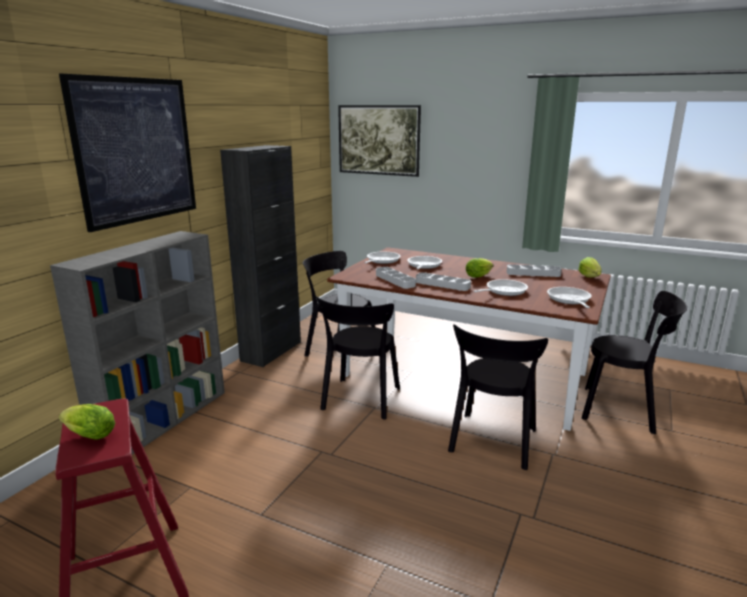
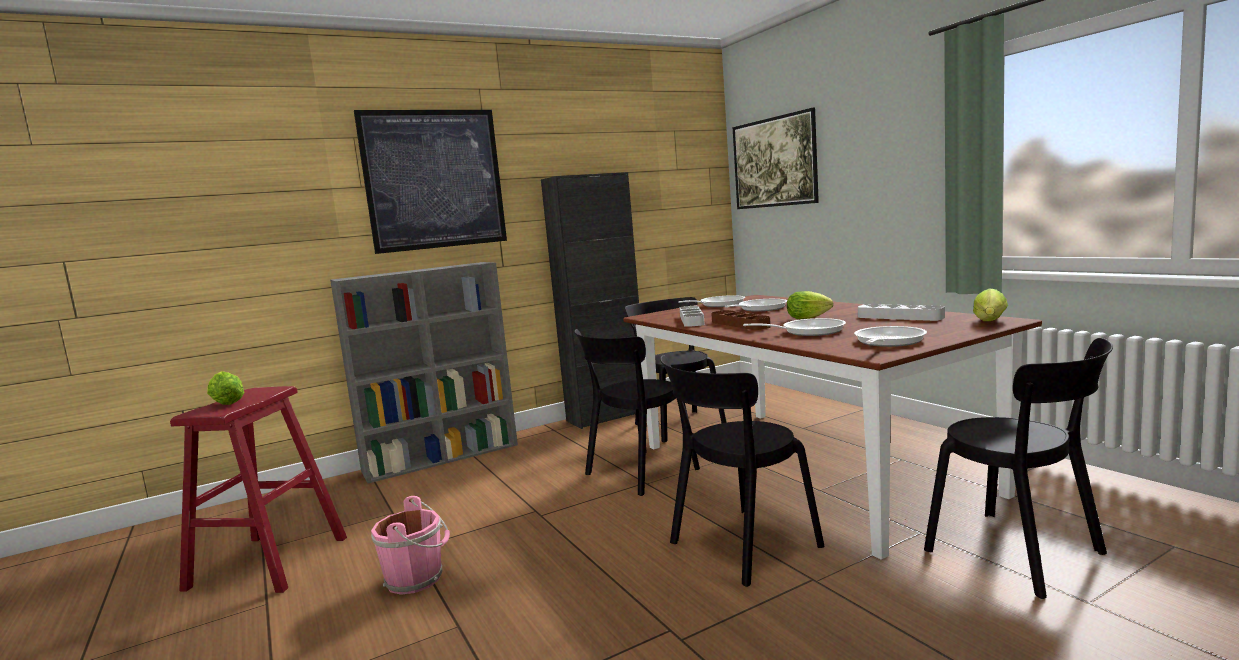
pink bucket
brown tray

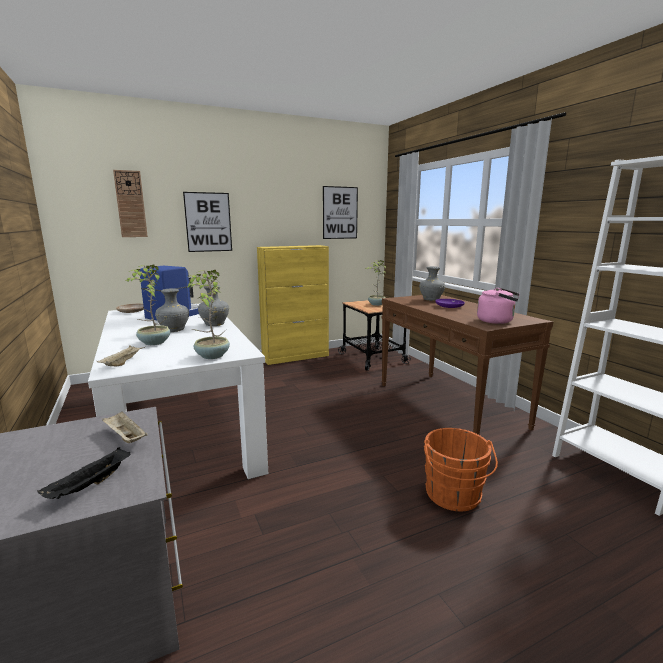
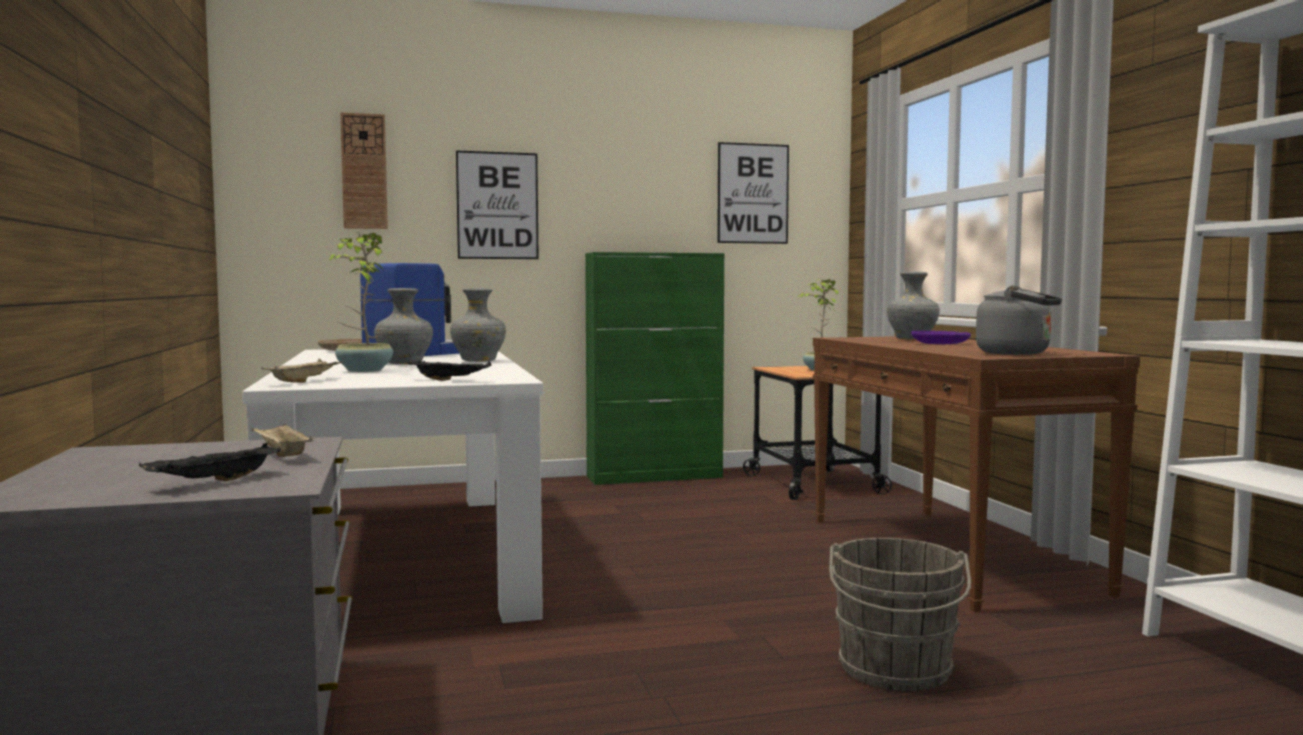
black tray (no. 2 from left)
green cabinet
grey bucket
grey kettle

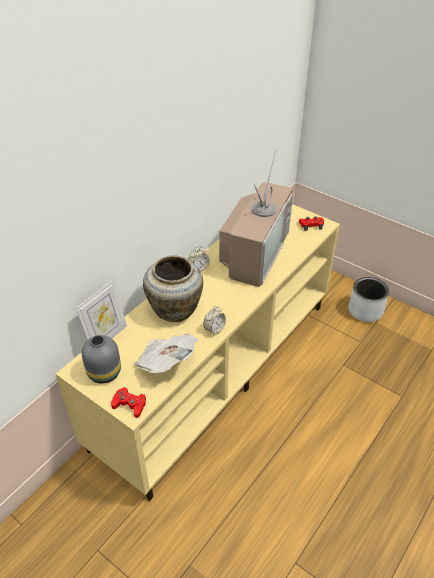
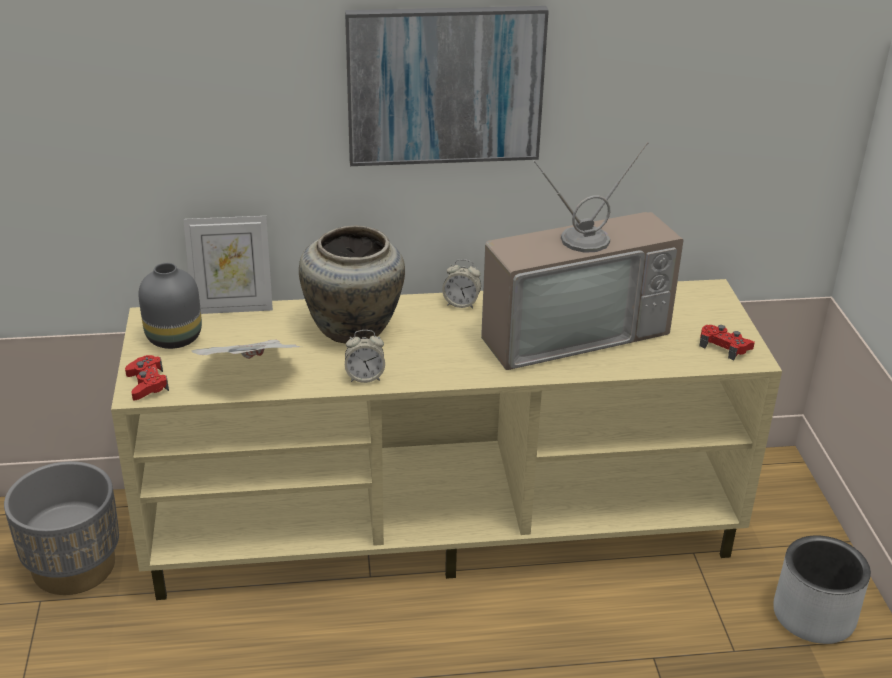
grey planter (no. 1 from left)
picture

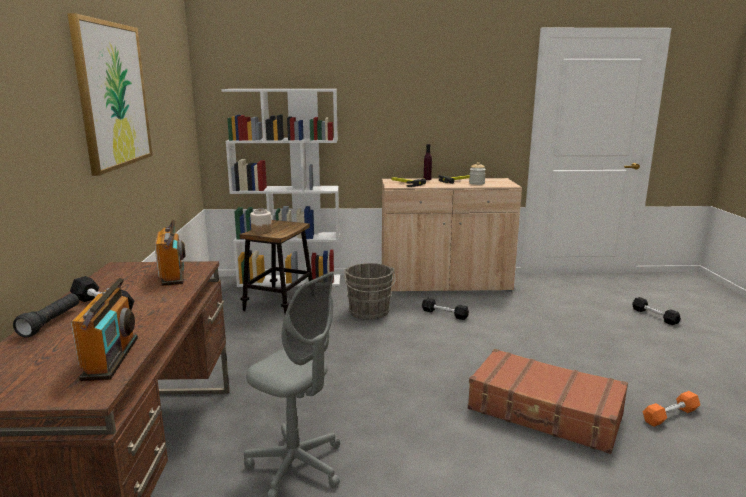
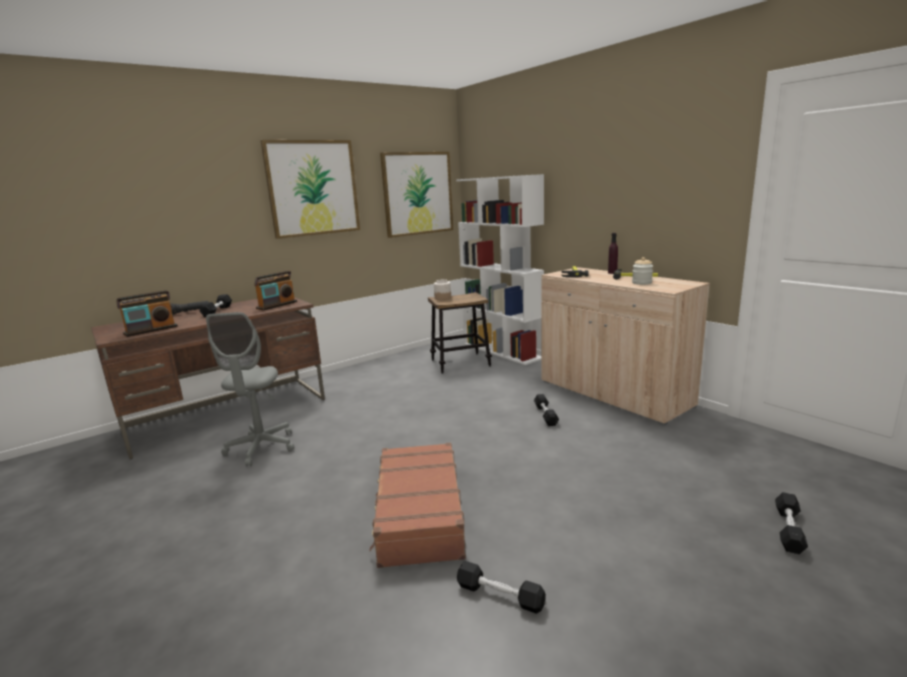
grey bucket
picture (no. 2 from left)
black dumbbell (no. 2 from left)

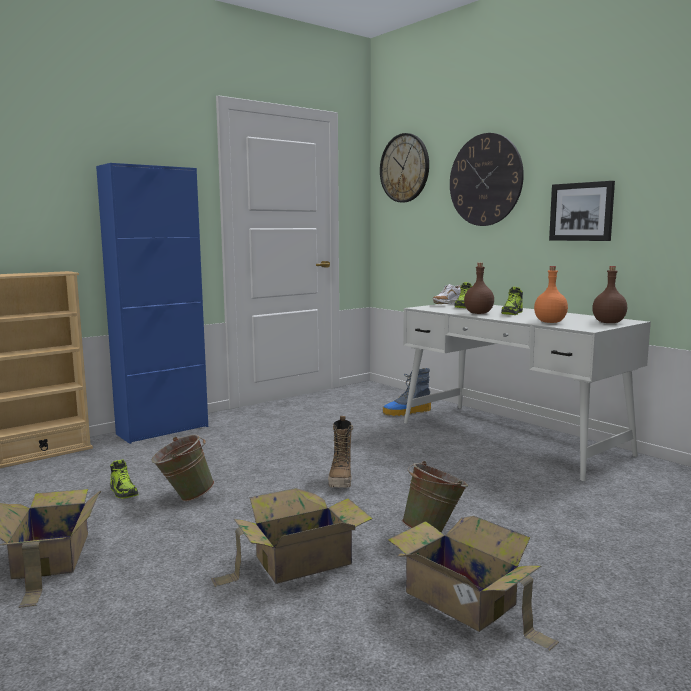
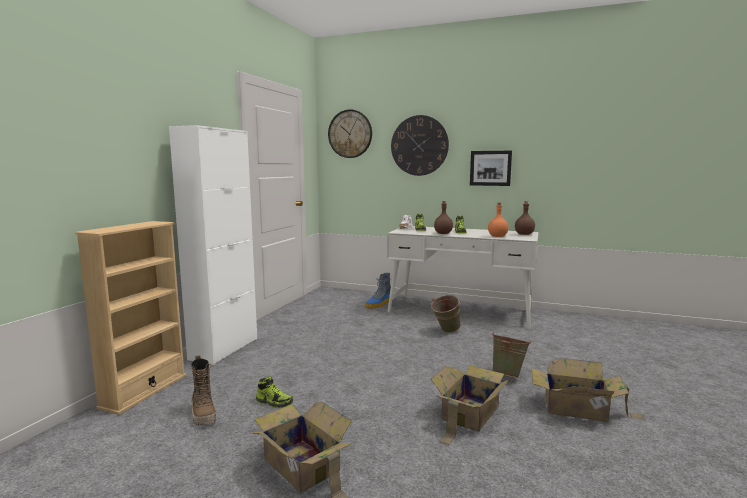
green bucket (no. 1 from left)
boot (no. 1 from left)
white cabinet

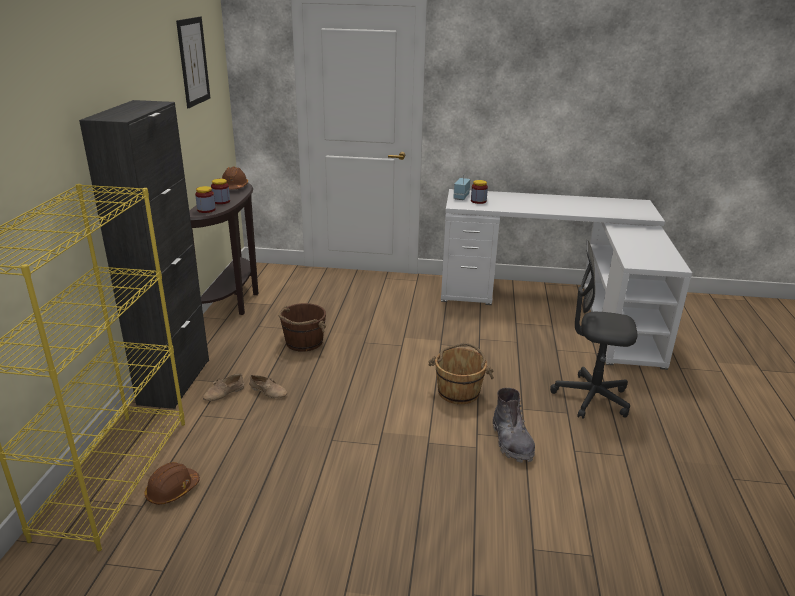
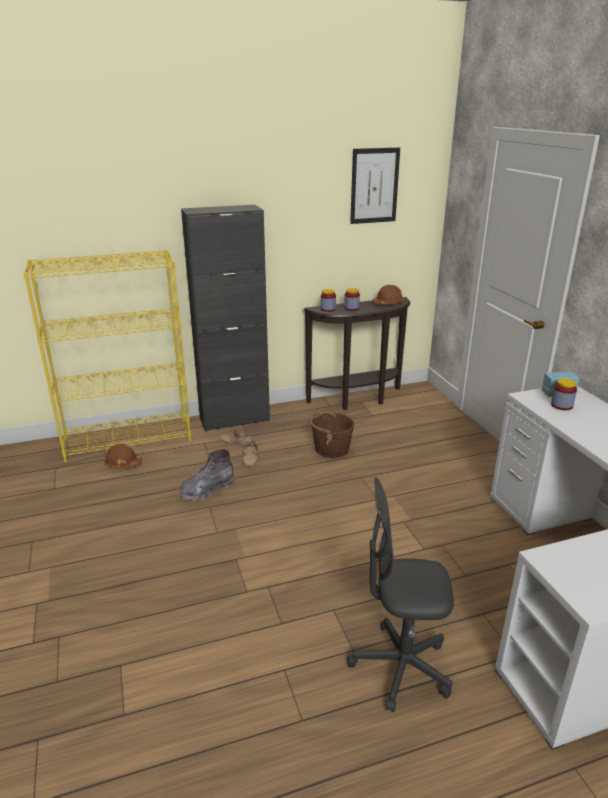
brown bucket (no. 2 from left in the first image)
grey boot
grey office chair

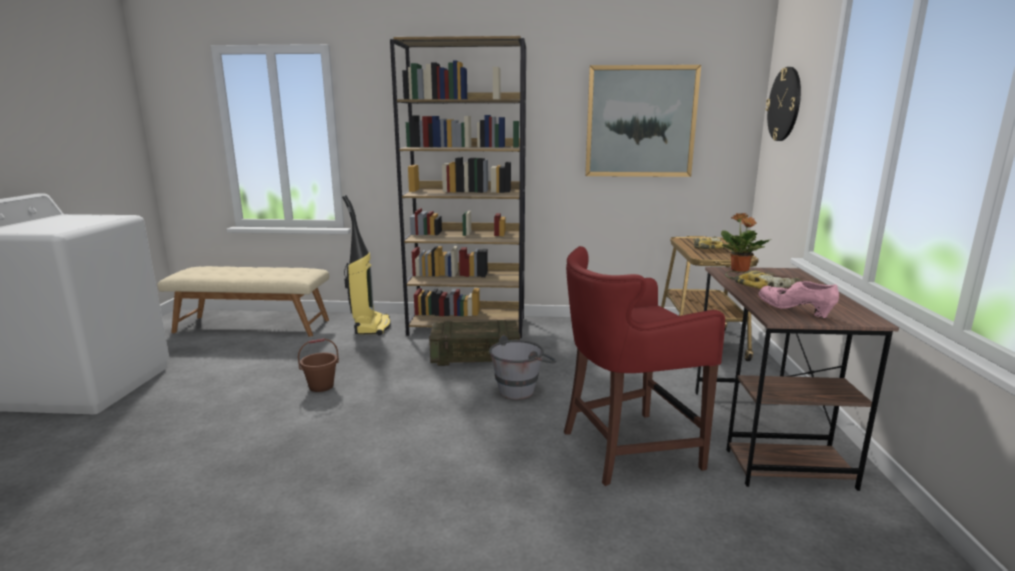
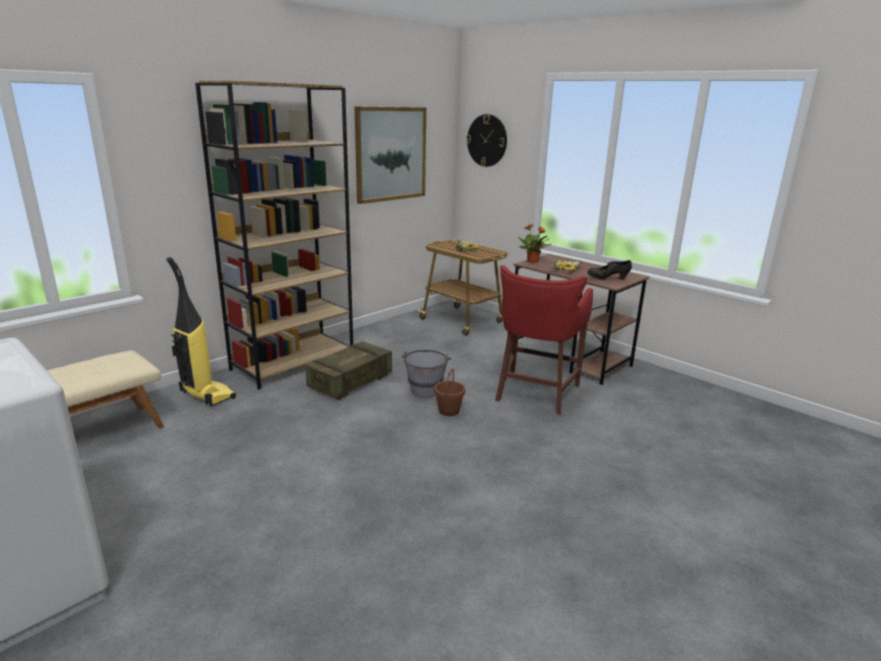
brown bucket
black shoe

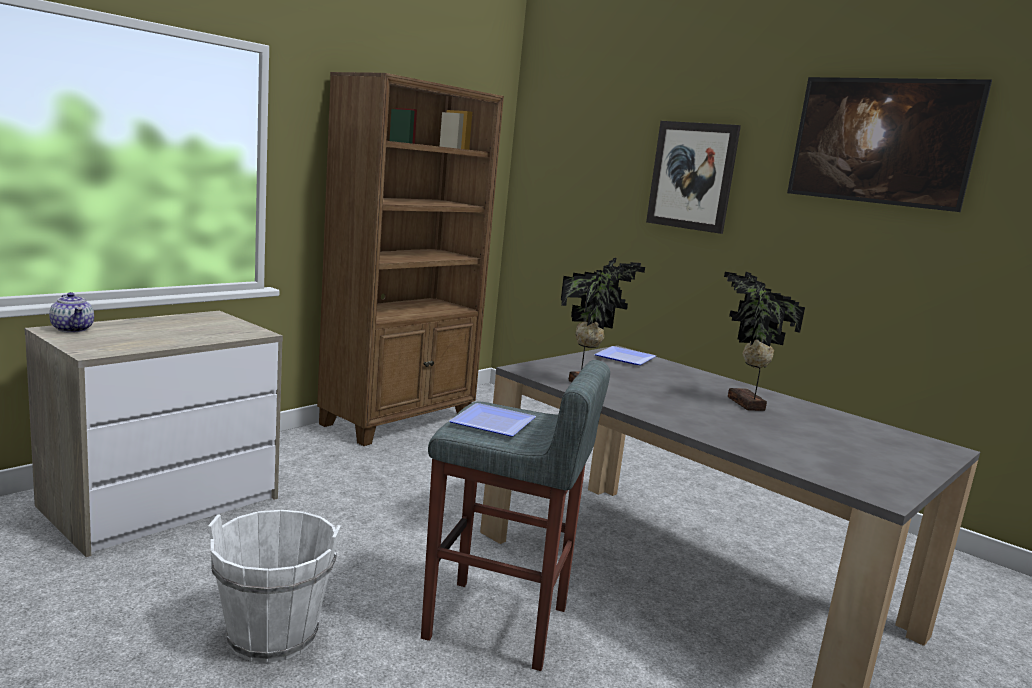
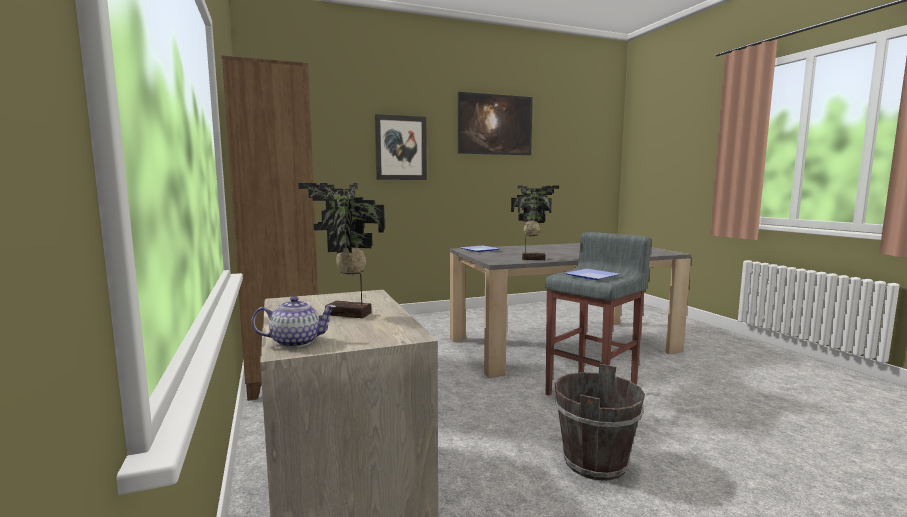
potted plant (no. 1 from left)
brown bucket

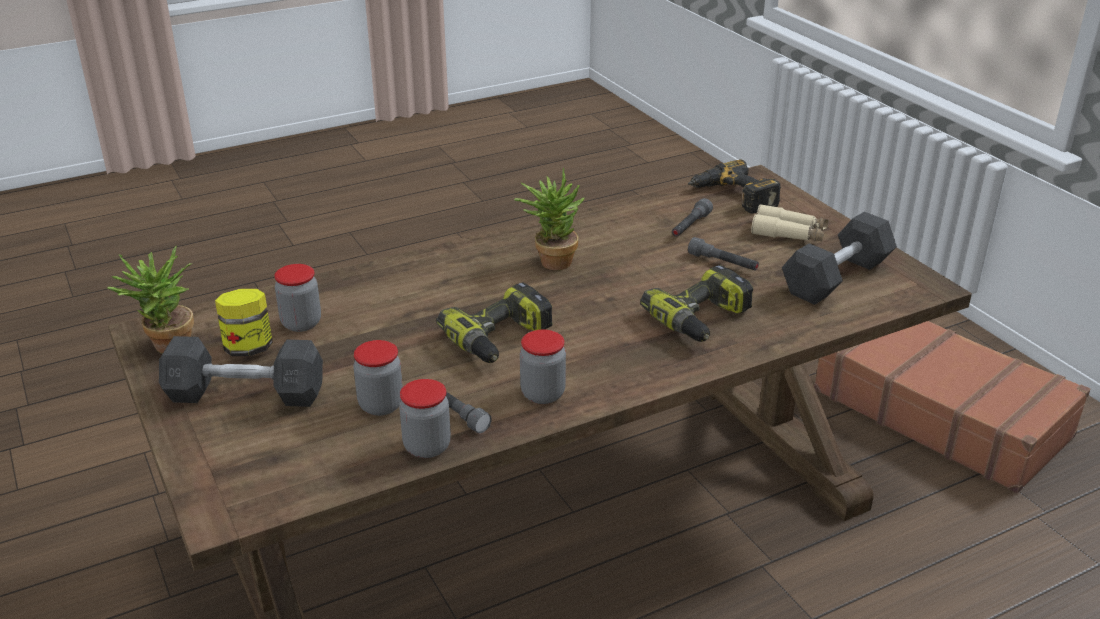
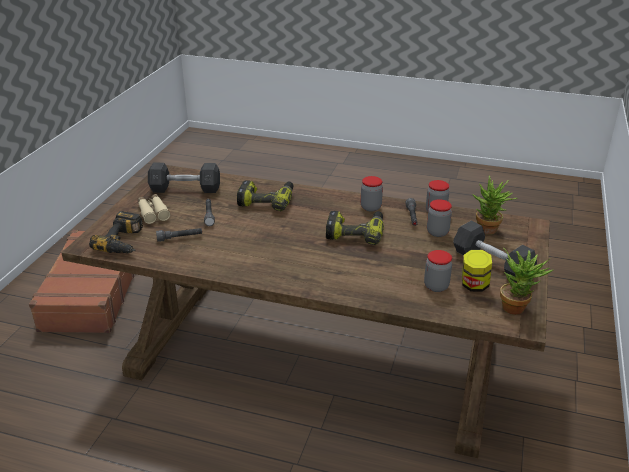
potted plant (no. 1 from left)

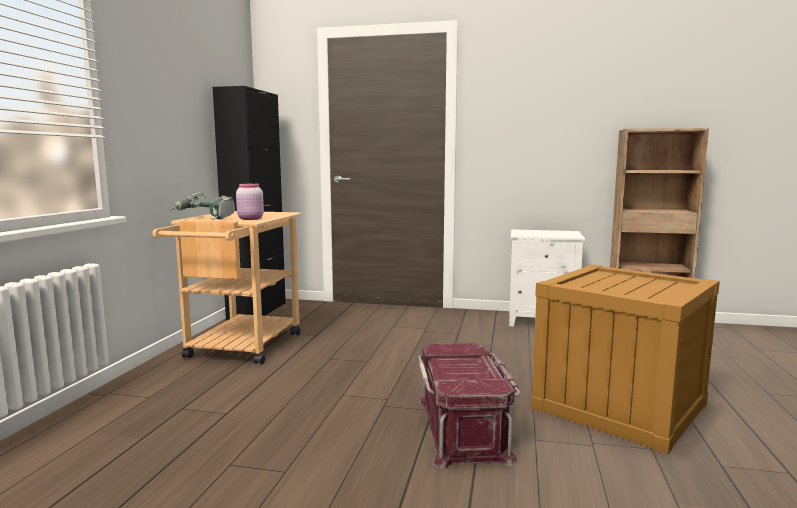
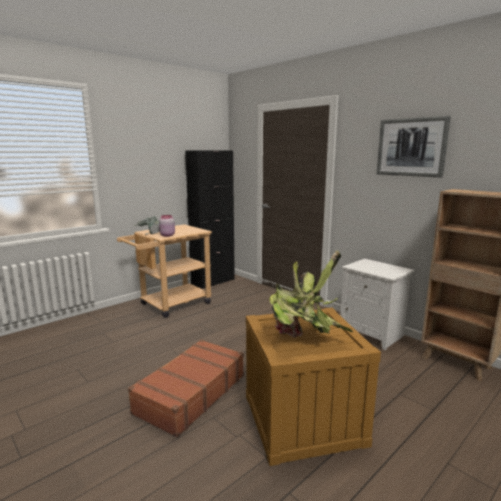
potted plant
picture
brown suitcase

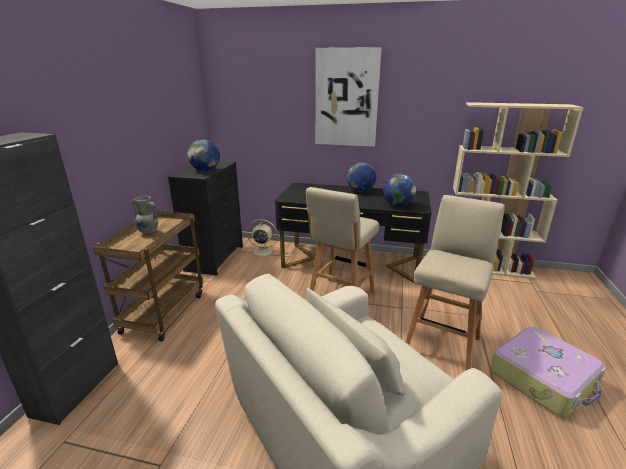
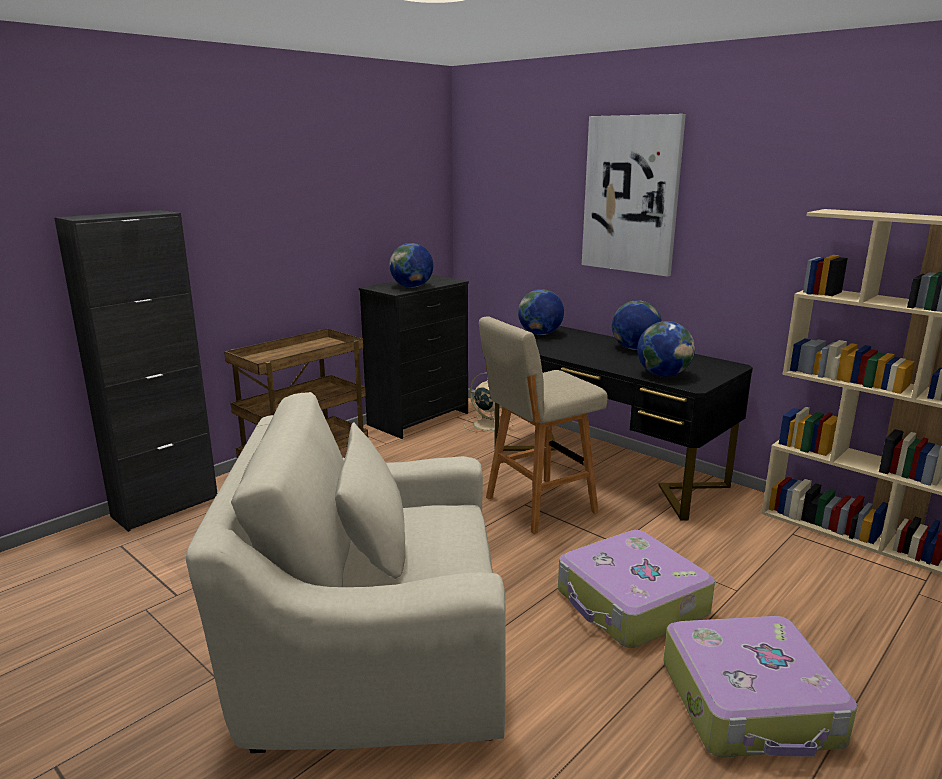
grey vase
globe (no. 2 from left)
suitcase (no. 1 from left)

